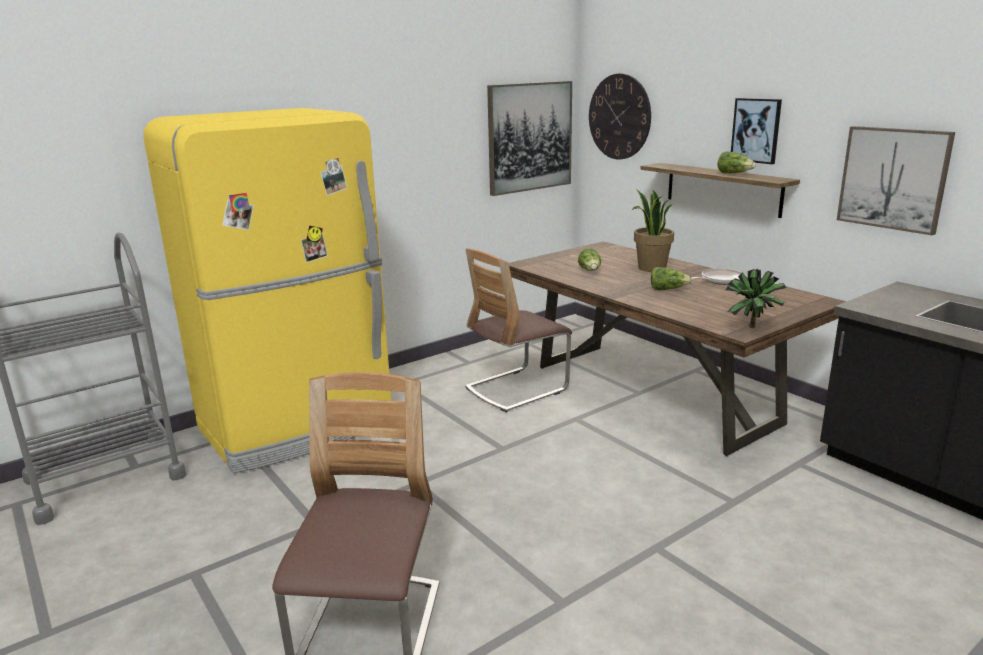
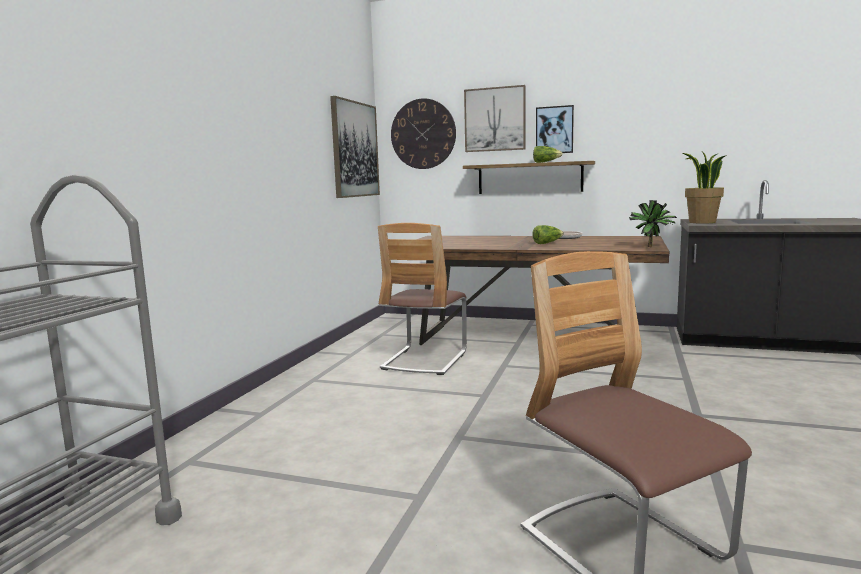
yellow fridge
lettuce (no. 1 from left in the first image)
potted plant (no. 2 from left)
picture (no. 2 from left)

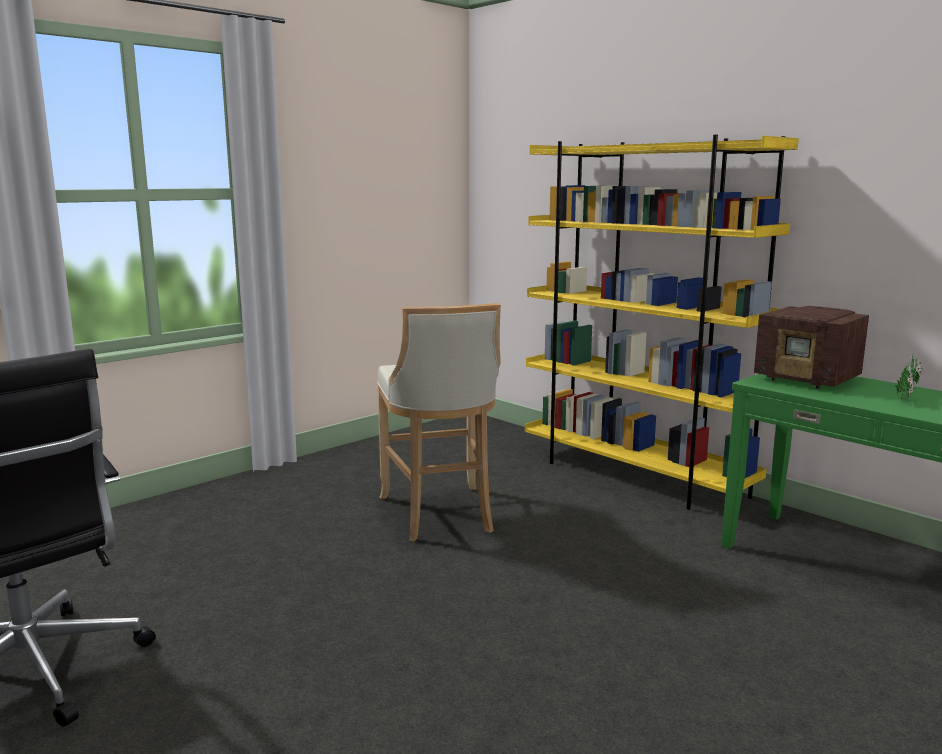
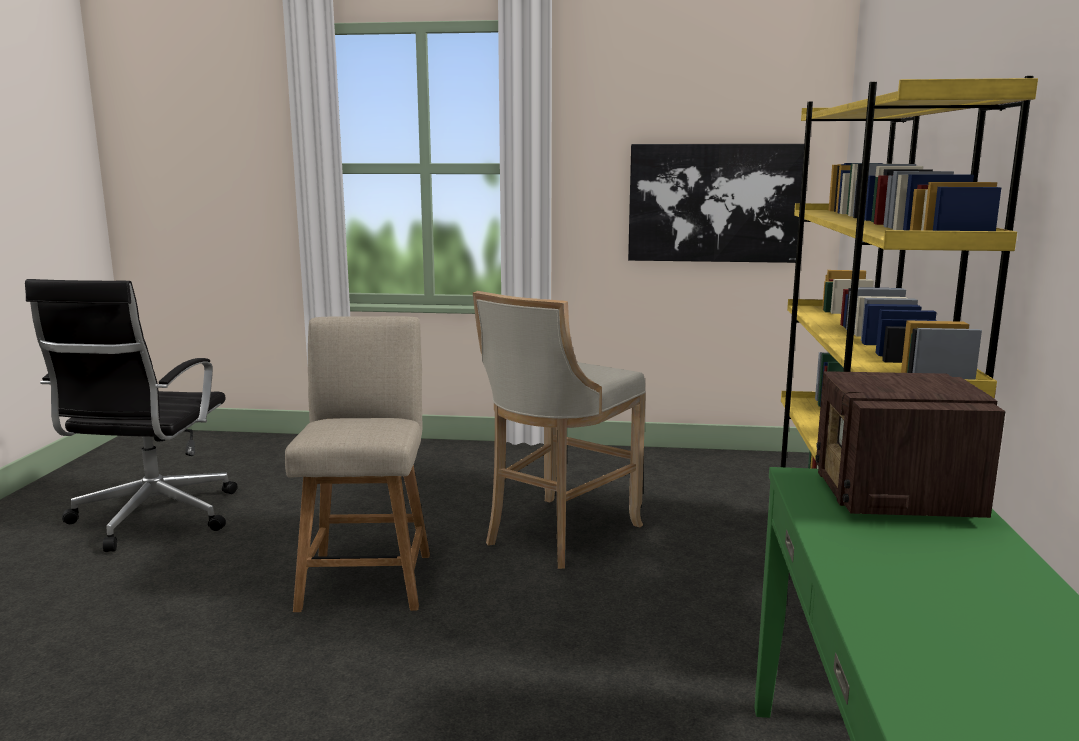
potted plant
beige chair
picture

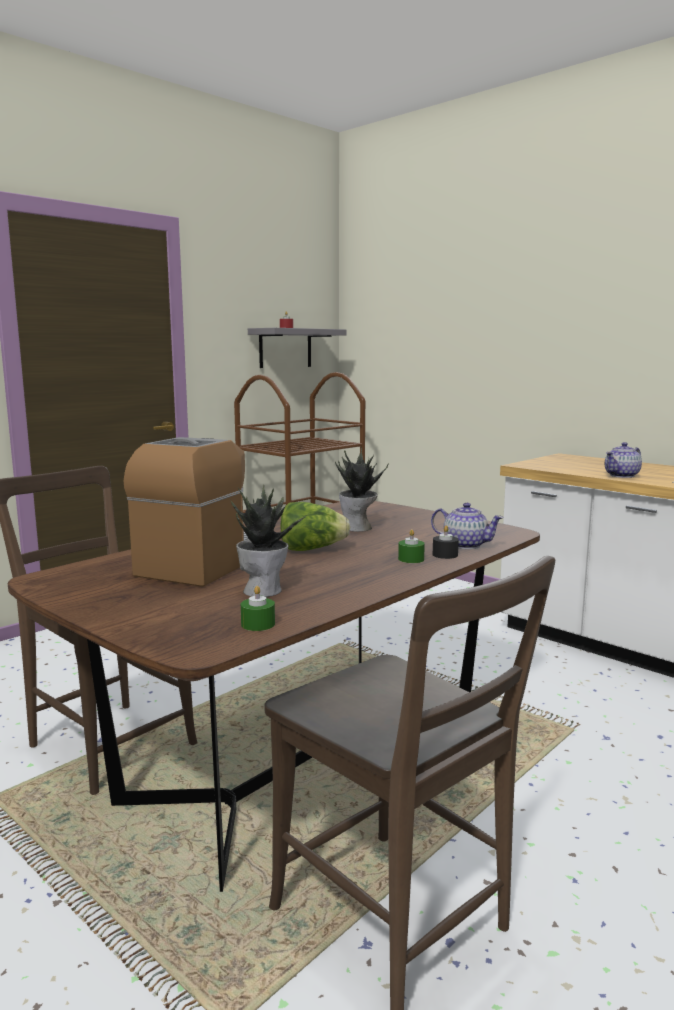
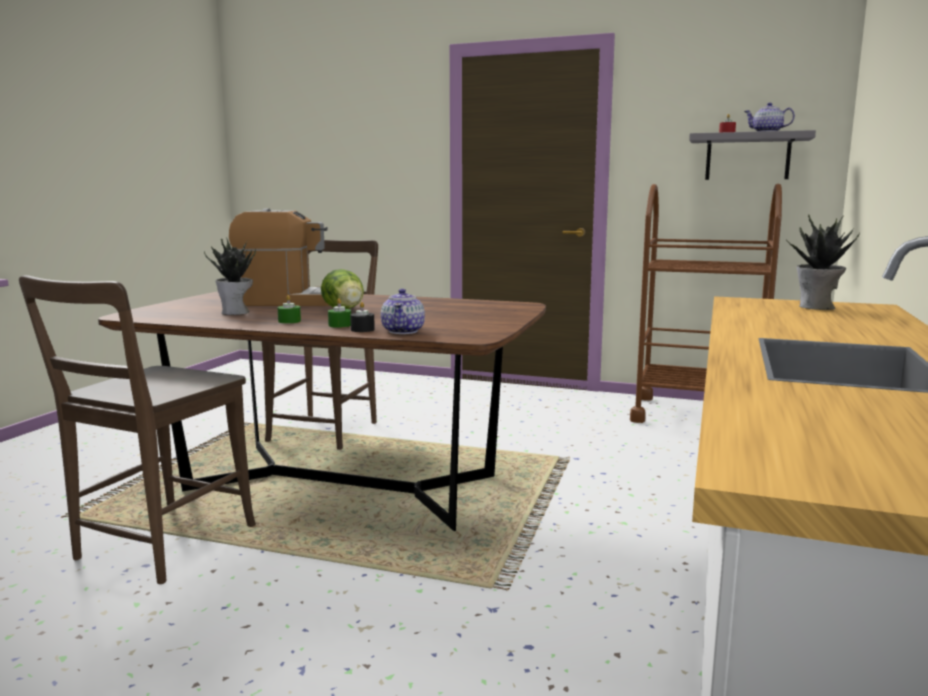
green candle (no. 1 from left)
potted plant (no. 2 from left)
teapot (no. 2 from left)

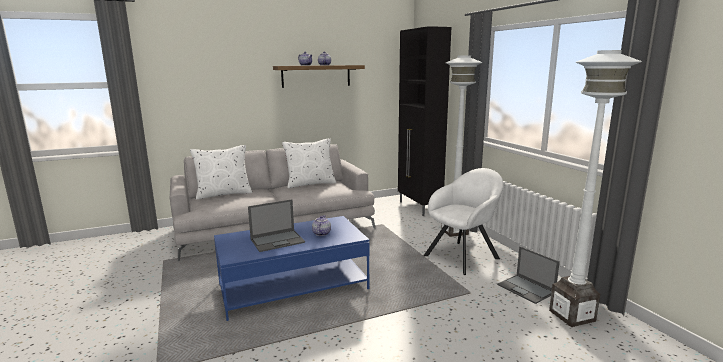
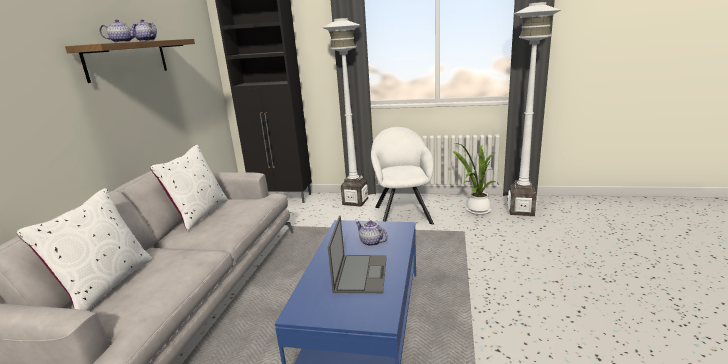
potted plant

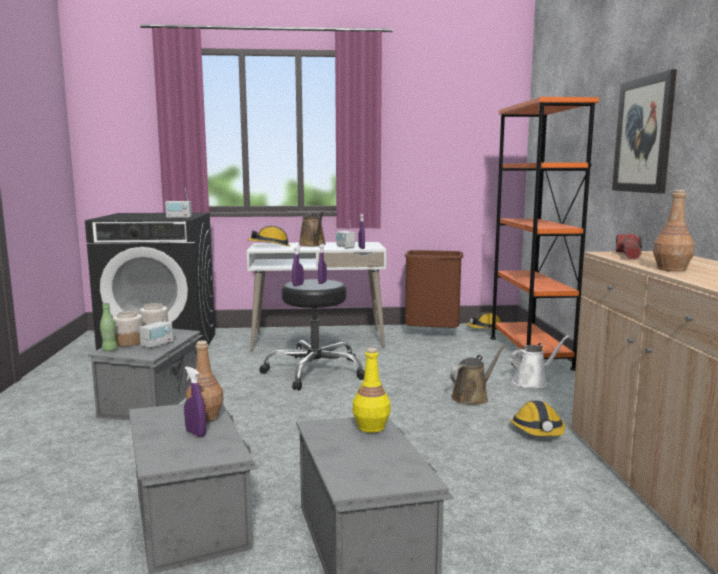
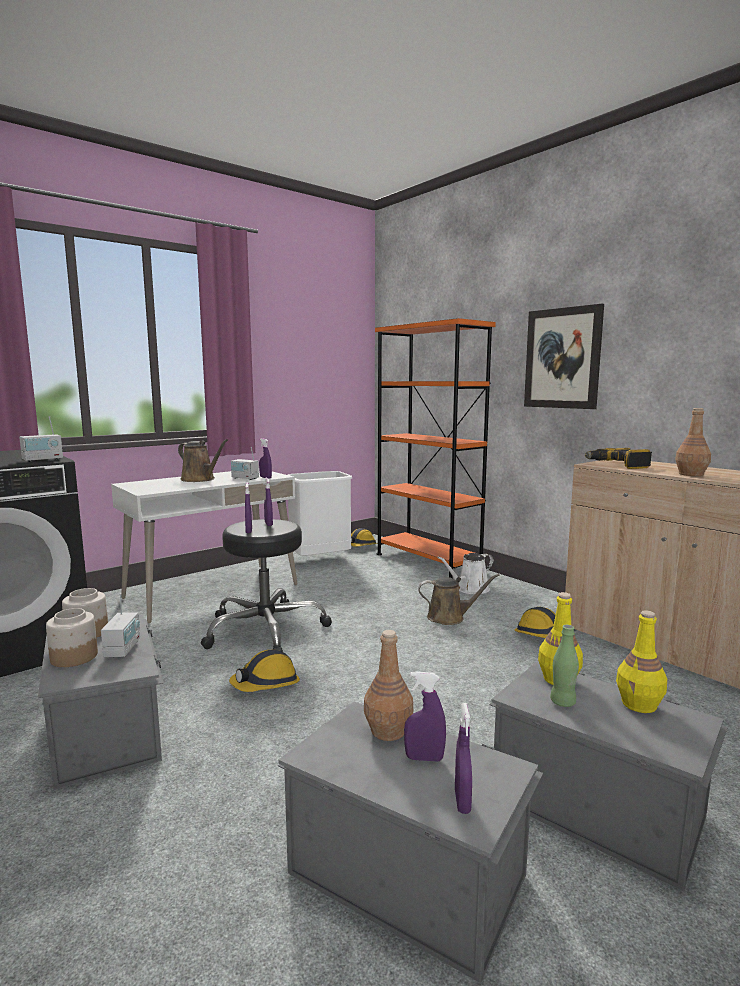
purple spray bottle (no. 5 from left)
yellow bottle (no. 2 from left)
green bottle
hard hat (no. 1 from left)
power drill
white trash can
brown watering can (no. 2 from left)
white watering can

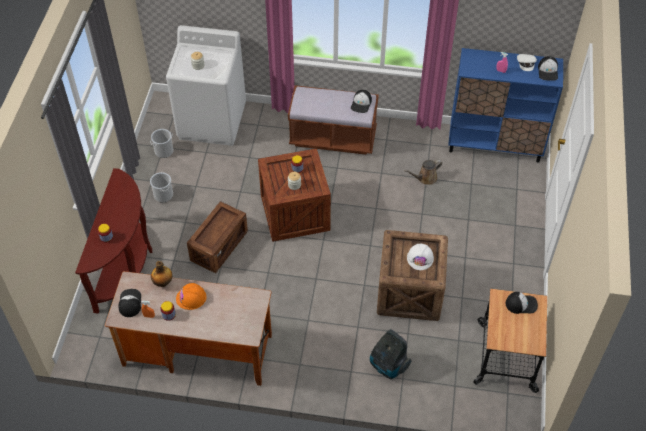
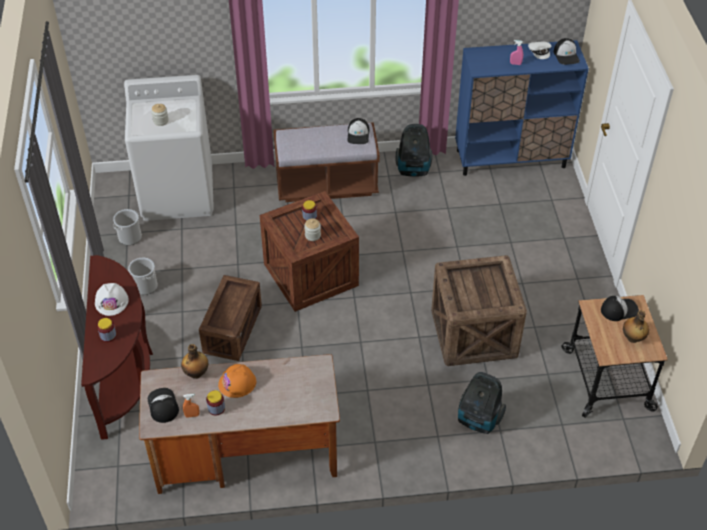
brown watering can
vacuum cleaner (no. 1 from left)
bottle (no. 2 from left)
white hard hat

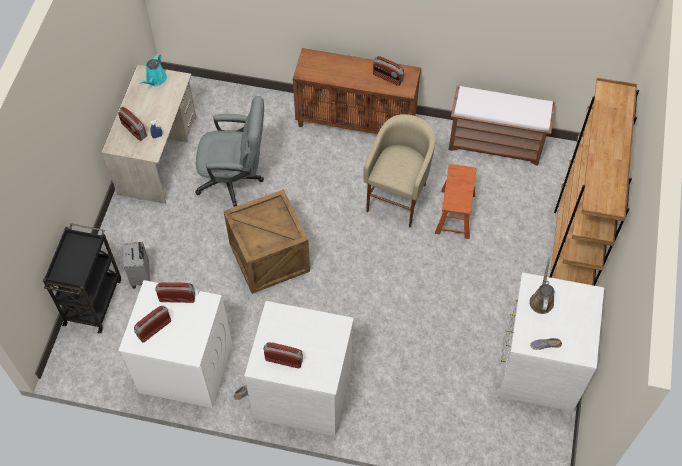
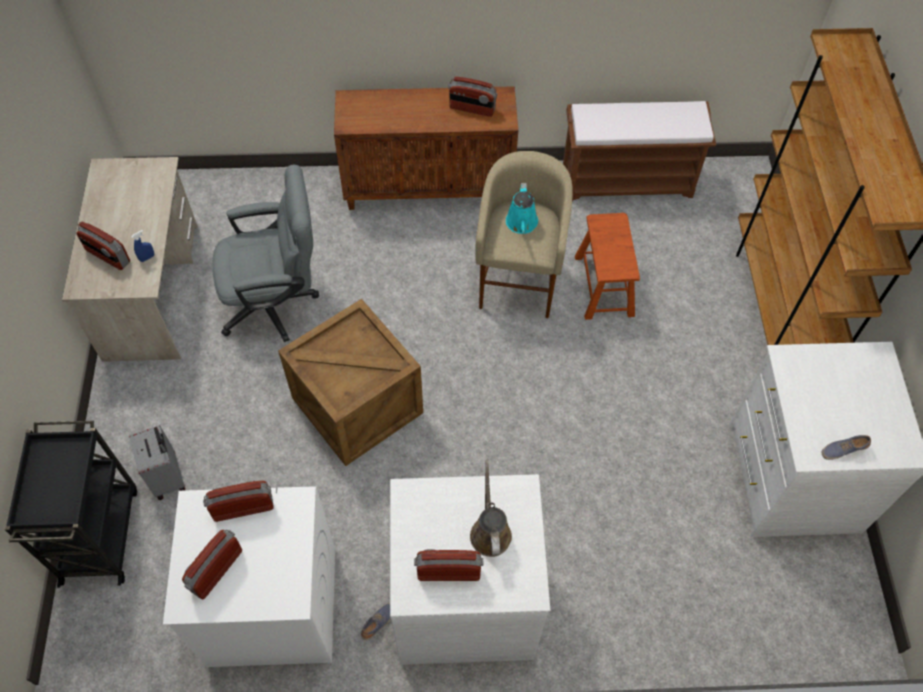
turquoise watering can
brown watering can

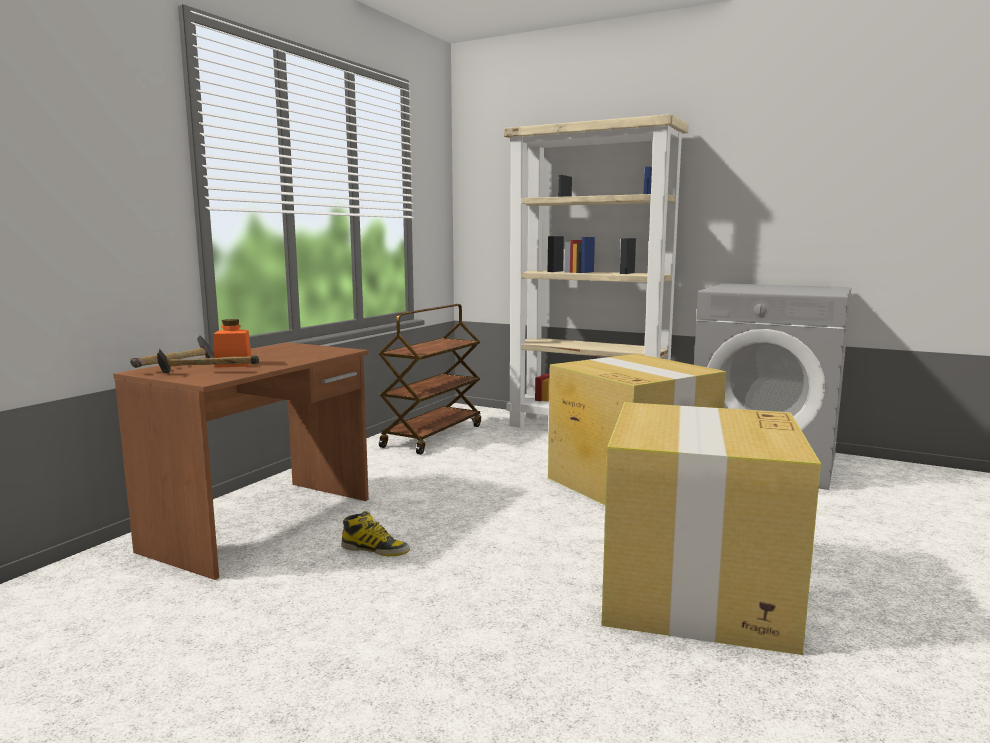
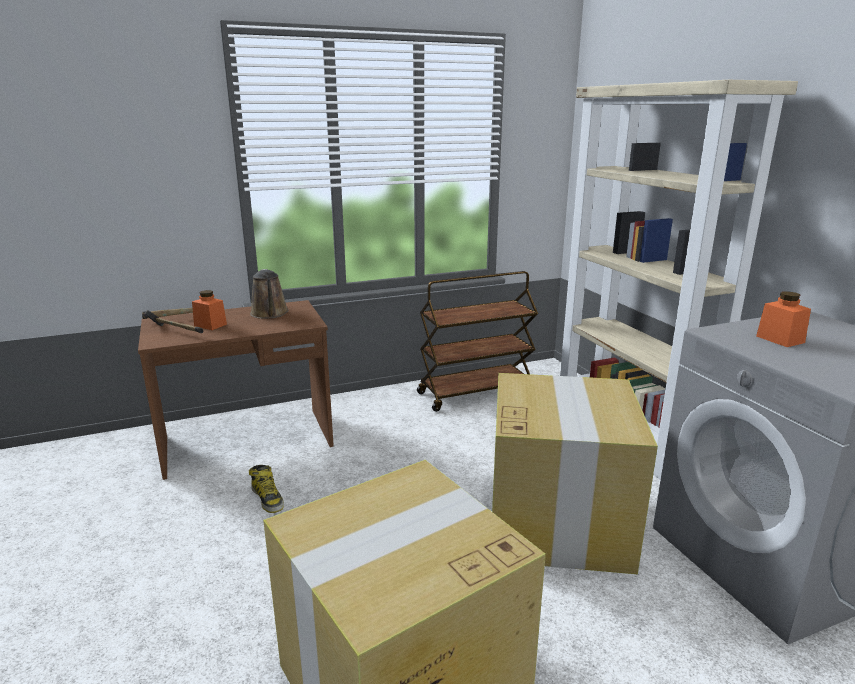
brown watering can
orange jar (no. 2 from left)

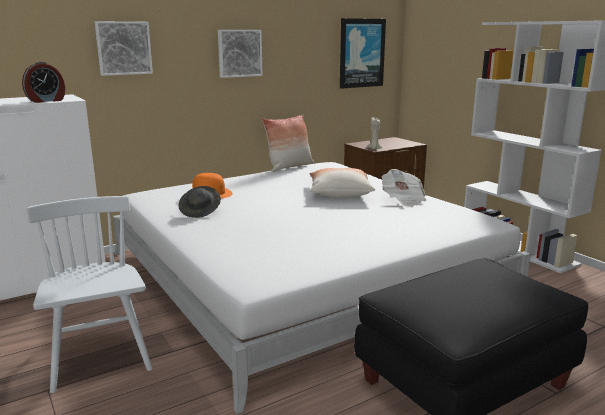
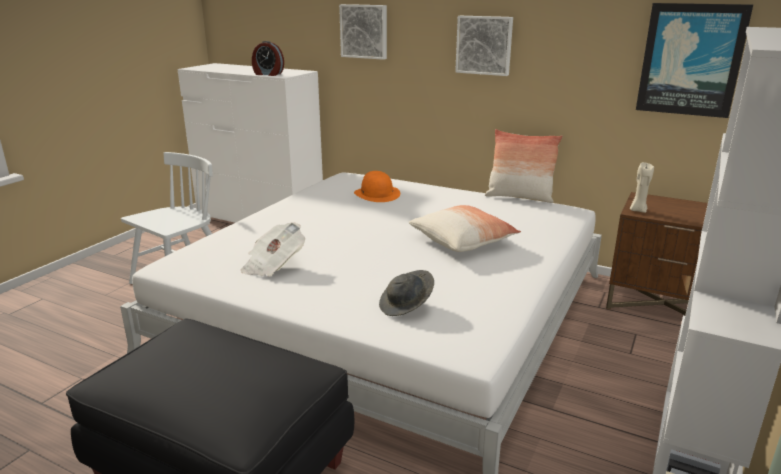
grey hat
newspaper

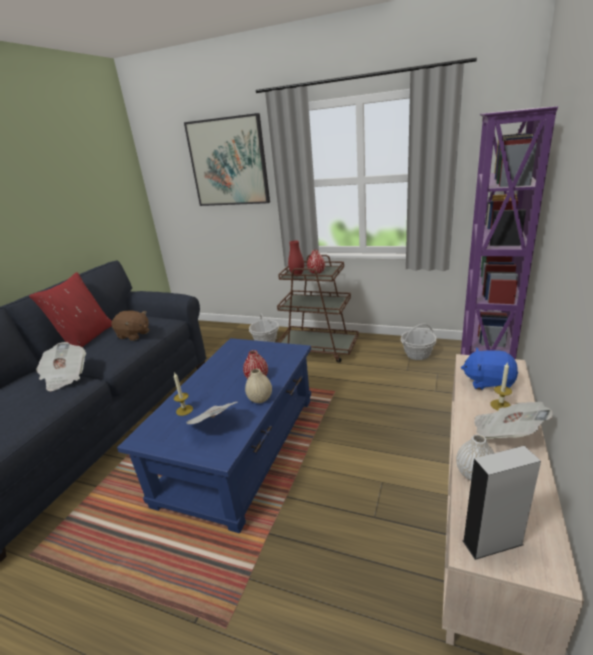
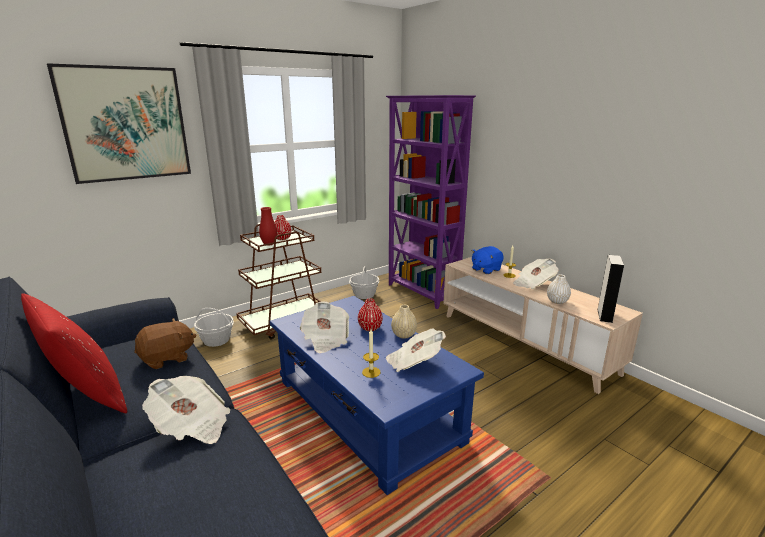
newspaper (no. 2 from left)

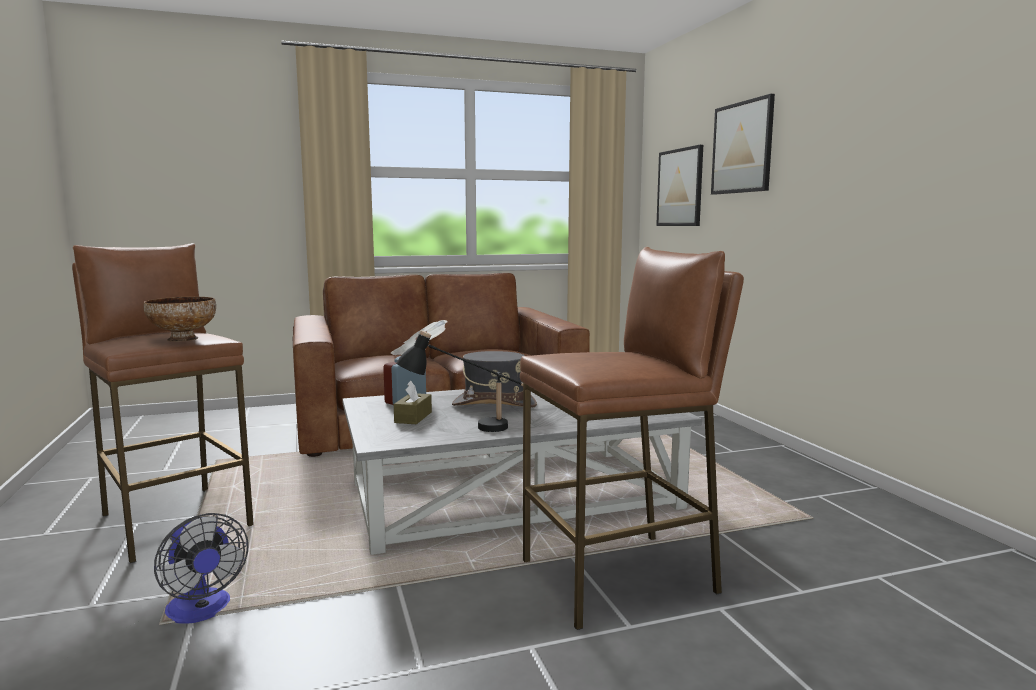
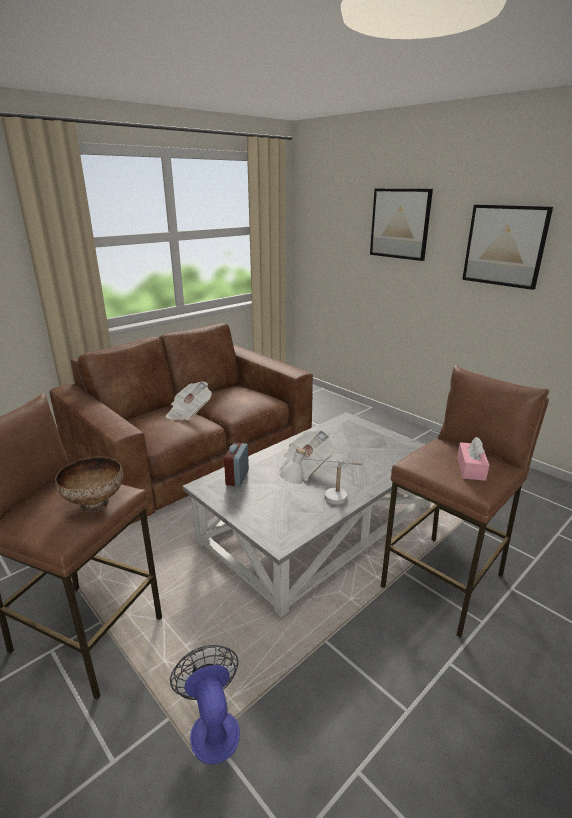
brown tissue box
pink tissue box
picture (no. 2 from left)
newspaper (no. 2 from left)
white table lamp
fan

